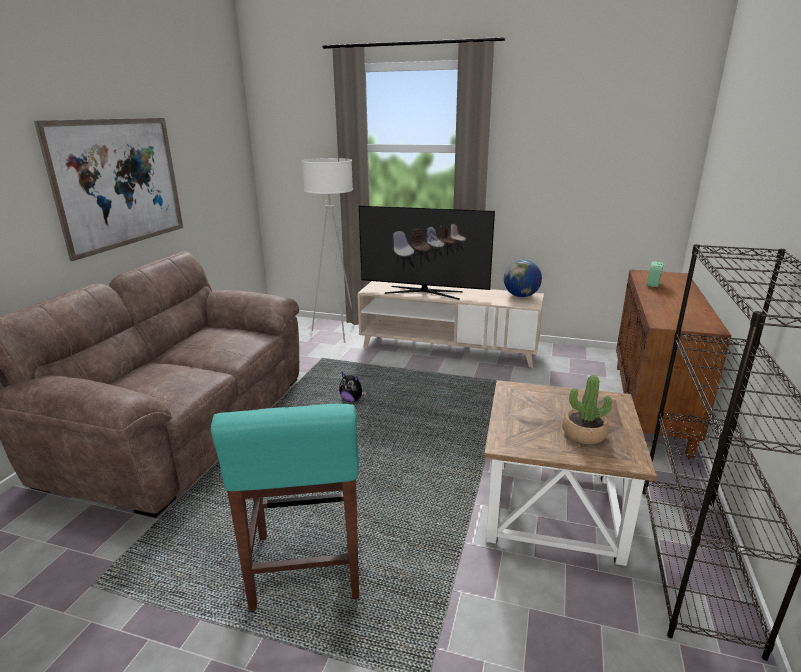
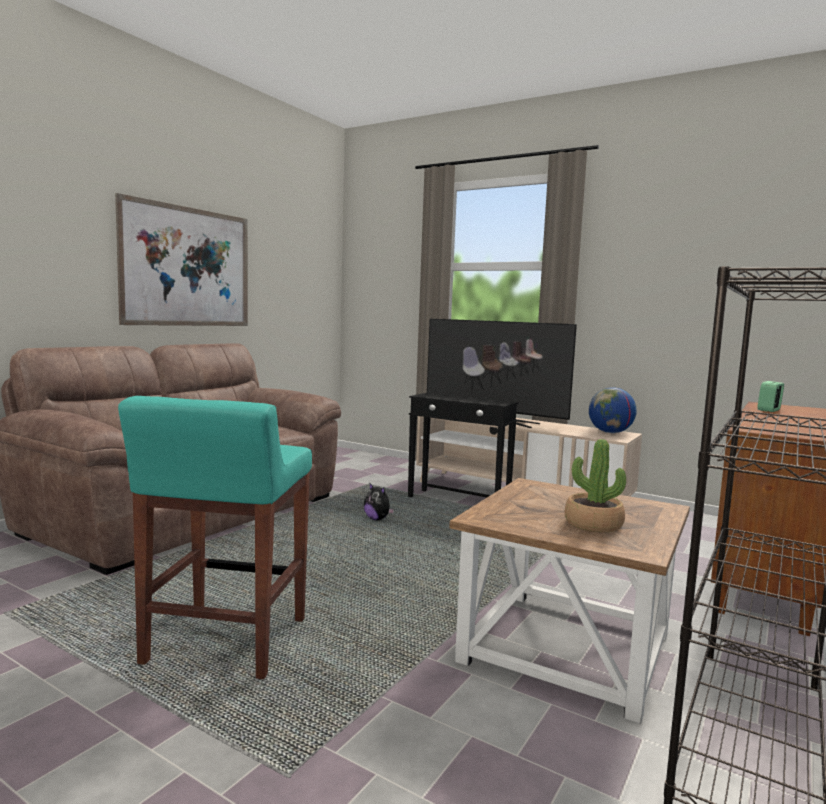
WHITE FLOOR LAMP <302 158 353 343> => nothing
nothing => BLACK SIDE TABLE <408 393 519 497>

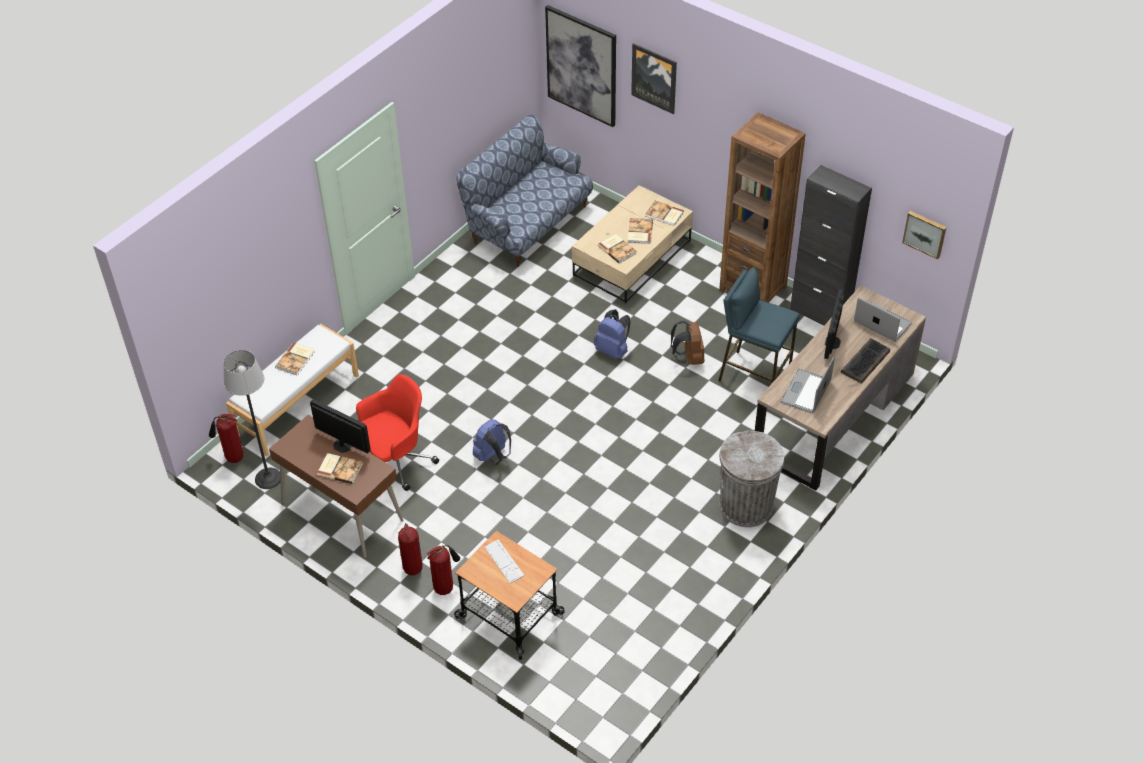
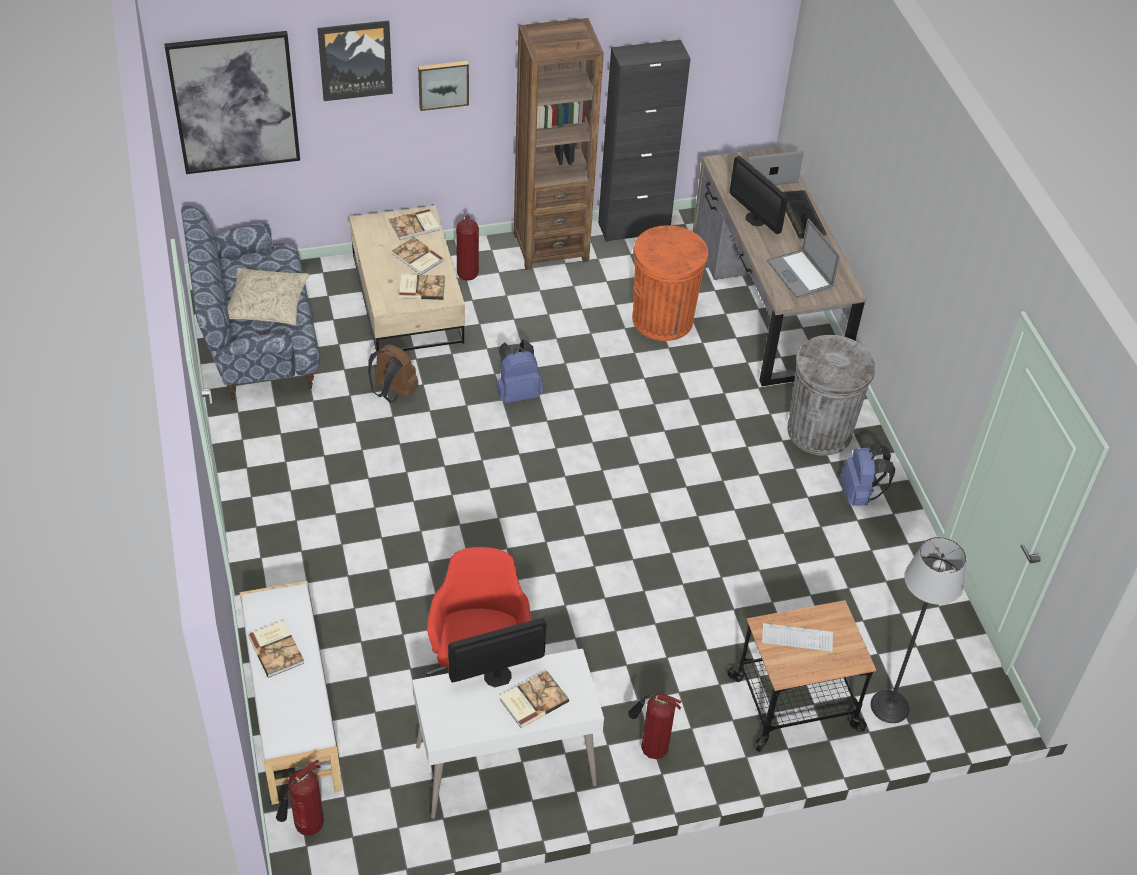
nothing => BEIGE PILLOW <227 268 310 325>
FLOOR LAMP <223 350 281 489> => FLOOR LAMP <870 537 967 723>, shifted
FIRE EXTINGUISHER <427 545 460 595> => FIRE EXTINGUISHER <456 214 479 281>, shifted
BLUE BACKPACK <473 419 511 465> => BLUE BACKPACK <840 444 895 506>, shifted
BROWN BACKPACK <671 321 704 365> => BROWN BACKPACK <368 344 419 403>, shifted
PICTURE <902 211 946 259> => PICTURE <418 61 469 111>, shifted
BLUE STOOL <718 267 800 383> => ORANGE TRASH CAN <632 225 708 341>
BROWN DESK <269 414 404 558> => WHITE DESK <412 648 604 819>

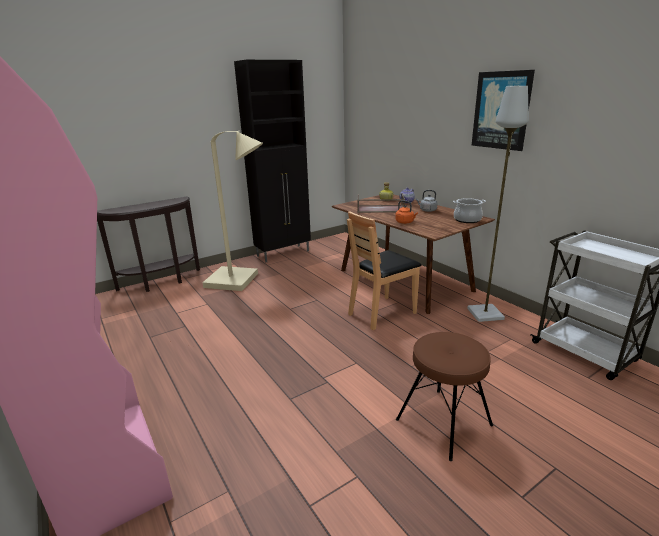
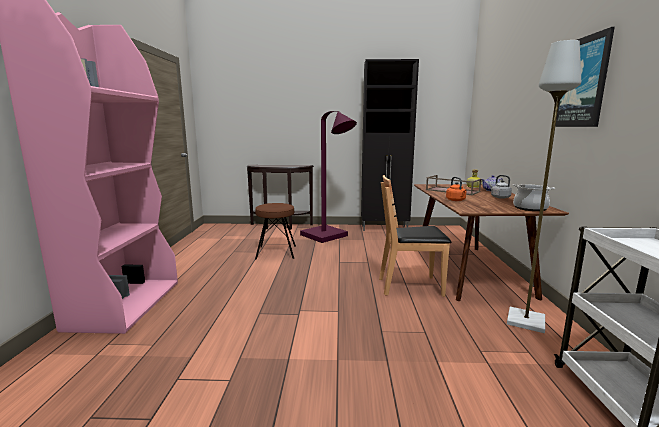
BROWN STOOL <396 332 493 461> => BROWN STOOL <255 203 296 259>, shifted
BEIGE FLOOR LAMP <202 131 263 291> => PURPLE FLOOR LAMP <300 111 357 243>

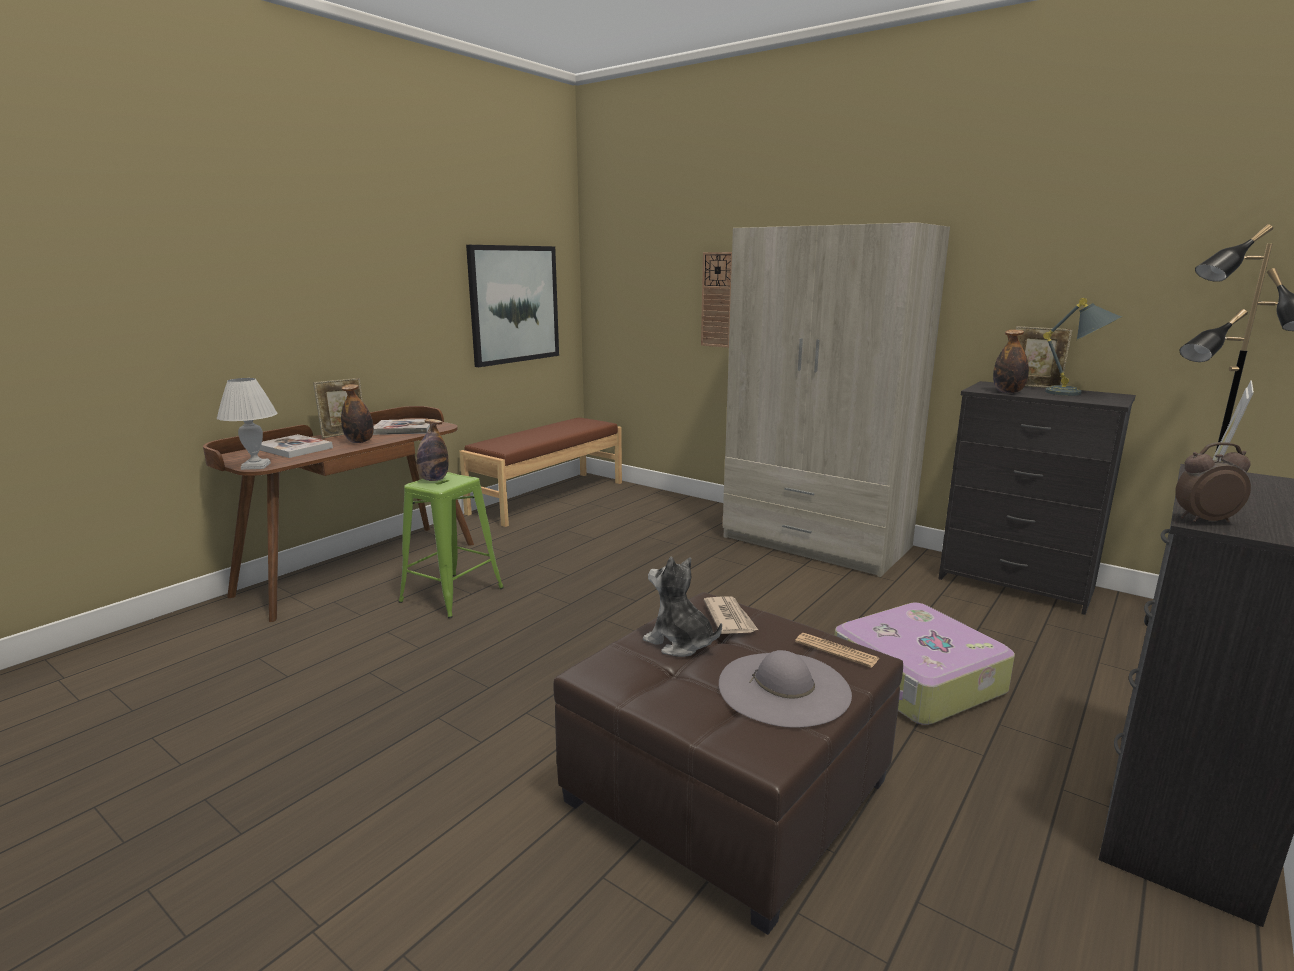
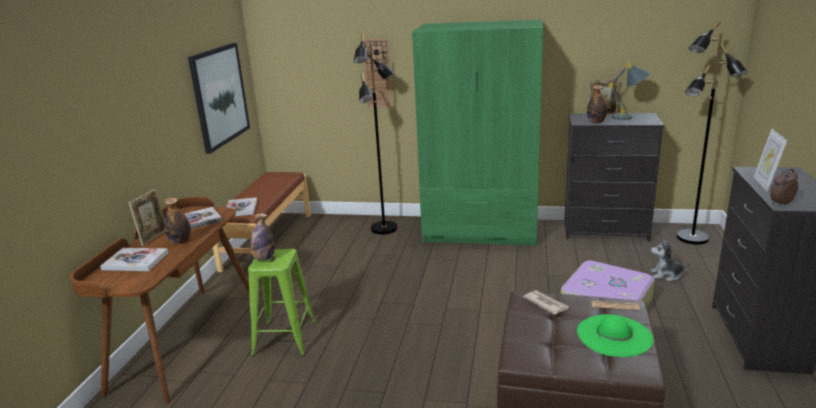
WHITE TABLE LAMP <217 378 277 470> => nothing
nothing => BOOK <226 197 257 216>
nothing => BLACK FLOOR LAMP <354 33 398 234>
PLUSH TOY <643 557 722 657> => PLUSH TOY <651 240 690 281>, shifted
GREY HAT <719 650 852 728> => GREEN HAT <577 314 654 357>
BEIGE WARDROBE <723 222 950 577> => GREEN WARDROBE <412 20 543 246>

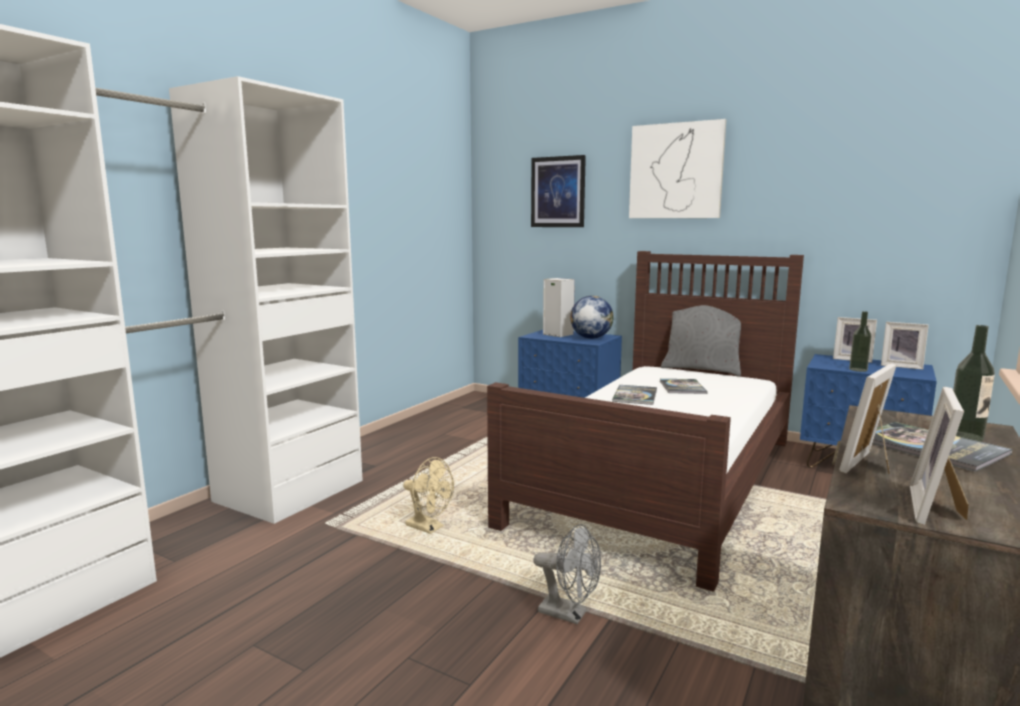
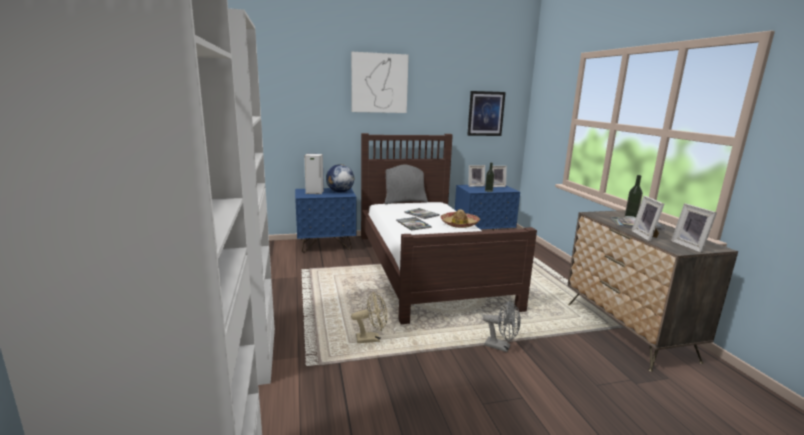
nothing => HAT <441 209 480 228>
PICTURE <531 155 586 227> => PICTURE <467 91 506 136>, shifted
GREY FAN <533 524 601 624> => GREY FAN <483 300 521 352>, 45 degrees clockwise

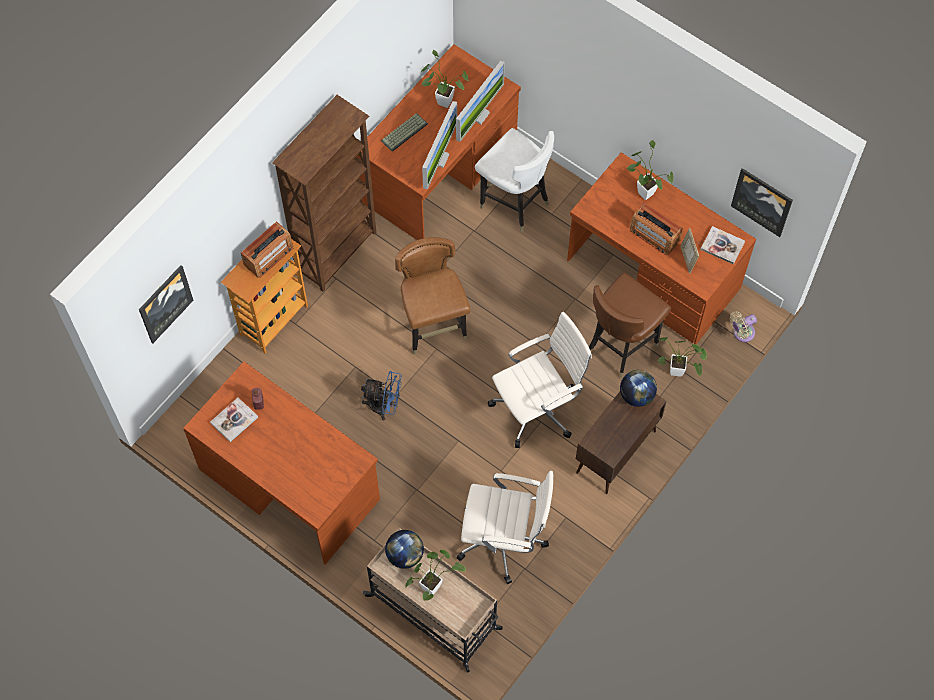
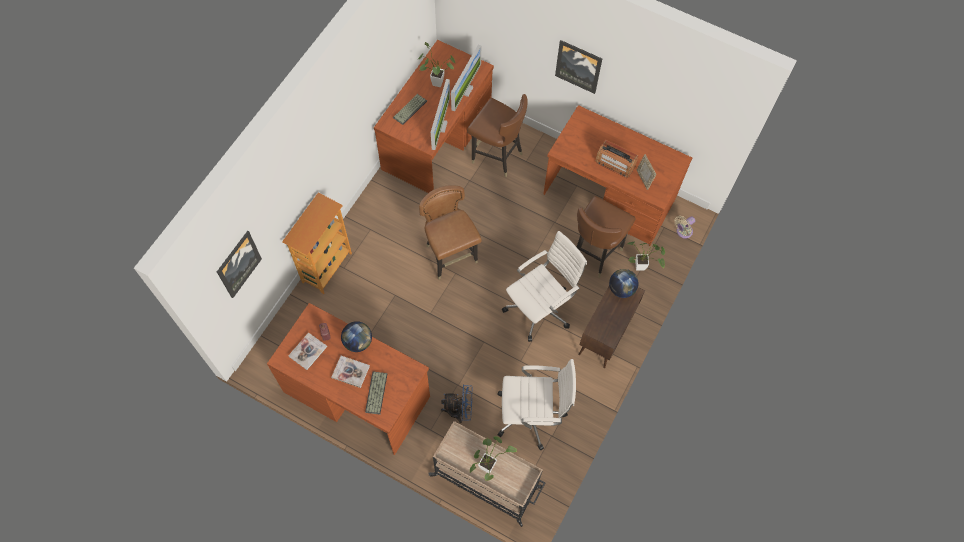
RADIO <241 221 293 278> => nothing
BROWN BOOKCASE <272 95 377 292> => nothing
POTTED PLANT <627 140 674 200> => nothing
nothing => KEYBOARD <365 372 387 415>
BLUE FAN <361 371 402 421> => BLUE FAN <441 384 472 423>, shifted
GLOBE <385 530 424 569> => GLOBE <341 321 372 352>, shifted
BOOK <700 226 745 264> => BOOK <331 356 370 388>, shifted
PICTURE <731 168 793 237> => PICTURE <555 40 602 94>, shifted
WHITE CHAIR <475 128 554 232> => BROWN CHAIR <467 94 528 177>

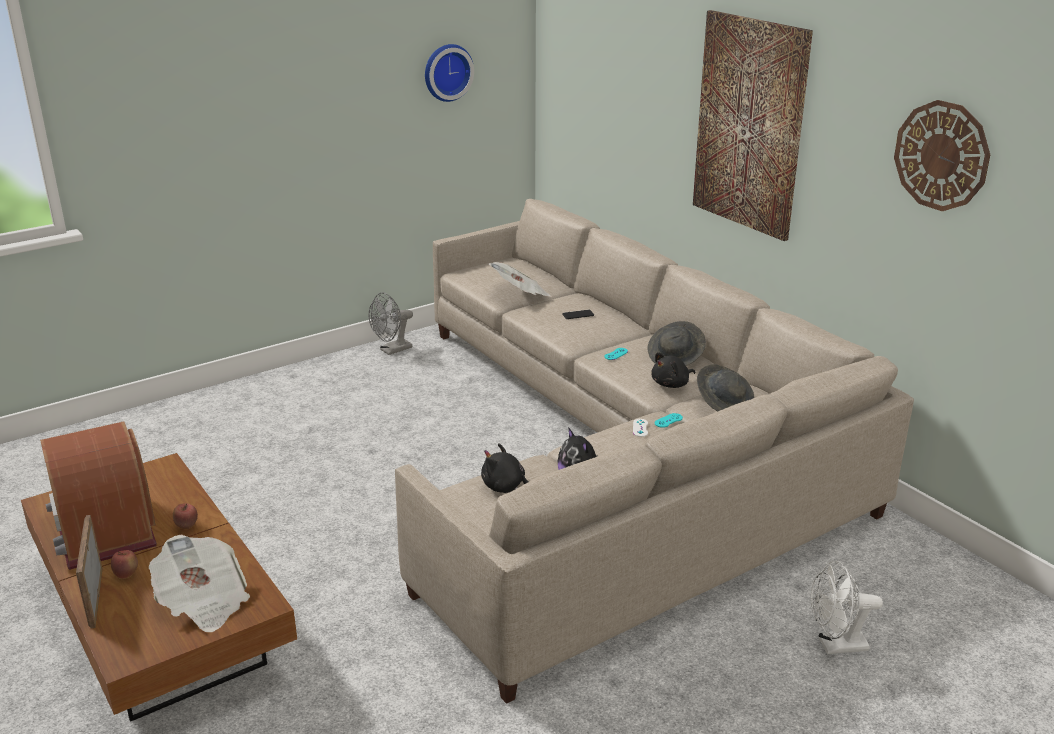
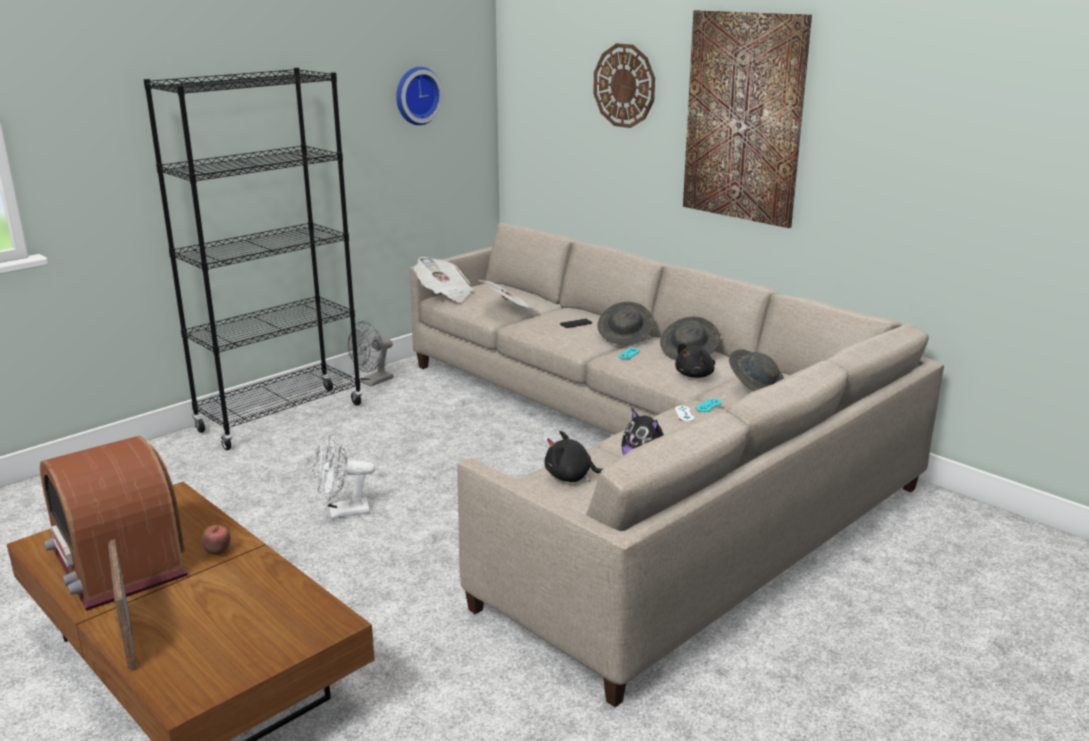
APPLE <111 550 138 579> => nothing
nothing => BLACK BOOKCASE <143 68 362 450>
nothing => GREY HAT <597 302 654 345>
NEWSPAPER <149 535 250 632> => NEWSPAPER <414 257 474 302>, shifted
WHITE FAN <811 560 883 655> => WHITE FAN <313 434 375 519>, shifted
WALL CLOCK <894 100 990 211> => WALL CLOCK <593 43 655 128>, shifted

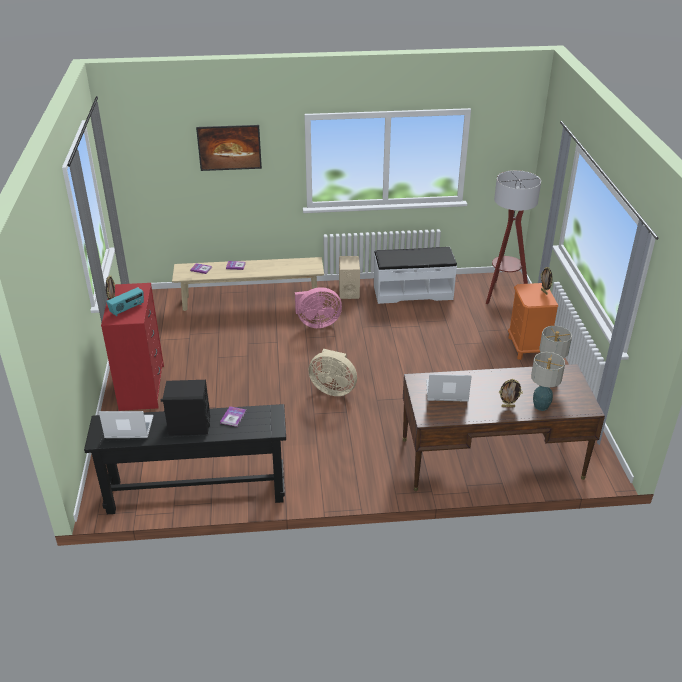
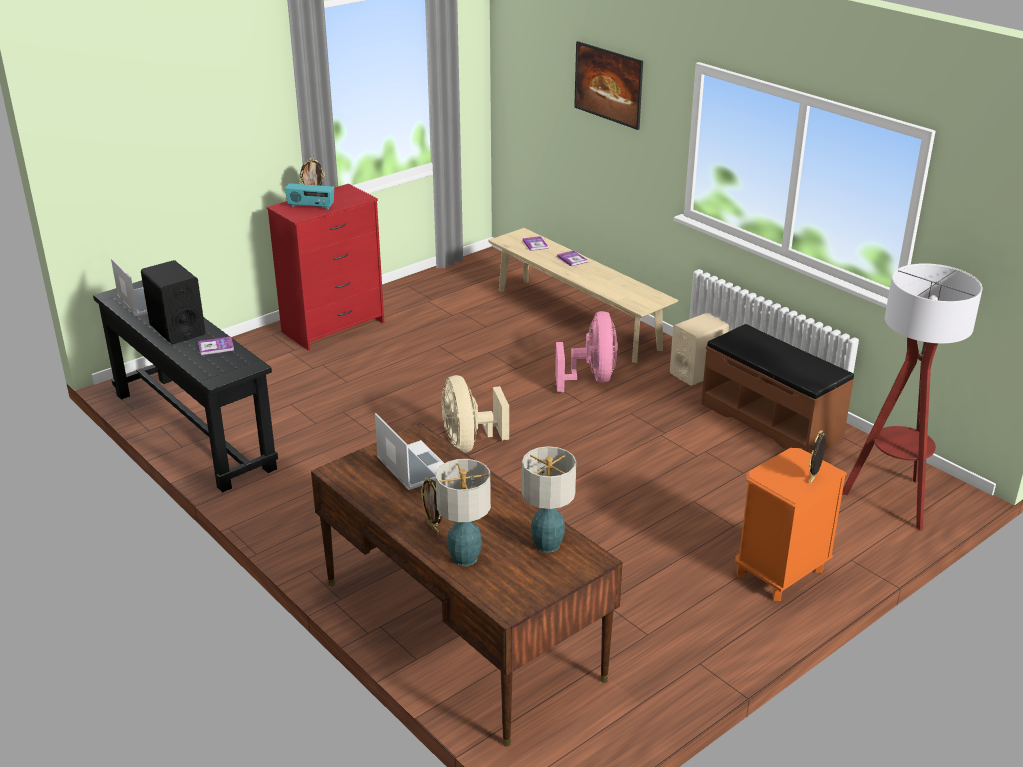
WHITE BENCH <374 247 457 304> => BROWN BENCH <701 324 854 454>
PINK FAN <295 287 342 328> => PINK FAN <555 311 618 392>, 135 degrees counterclockwise

